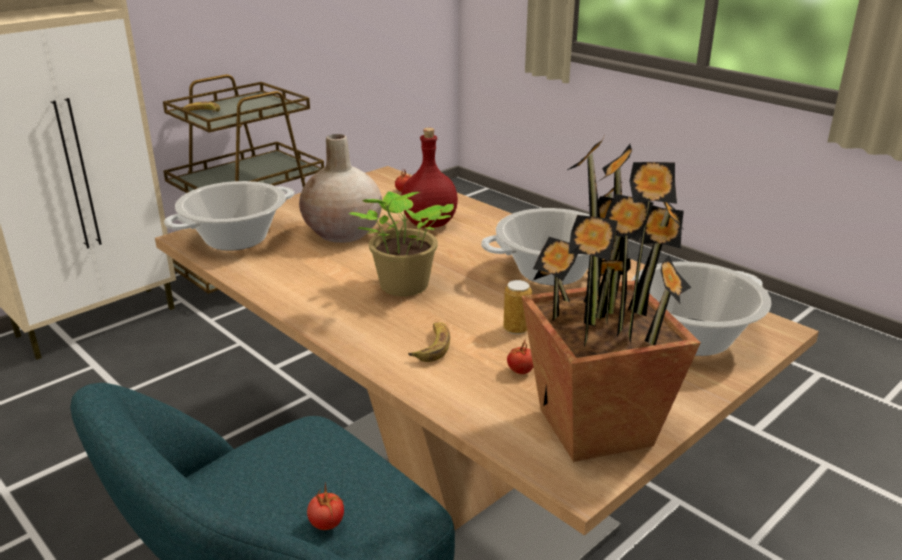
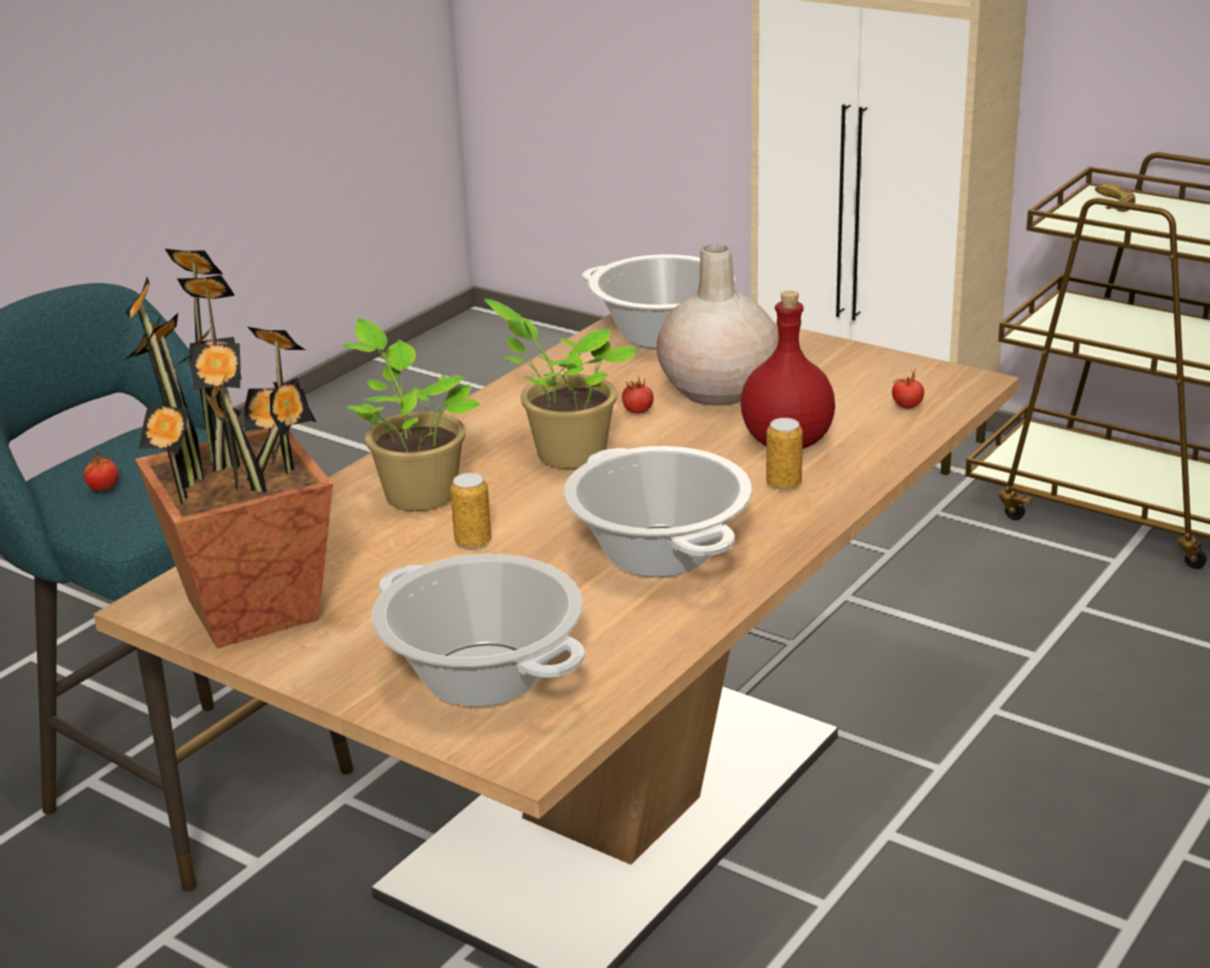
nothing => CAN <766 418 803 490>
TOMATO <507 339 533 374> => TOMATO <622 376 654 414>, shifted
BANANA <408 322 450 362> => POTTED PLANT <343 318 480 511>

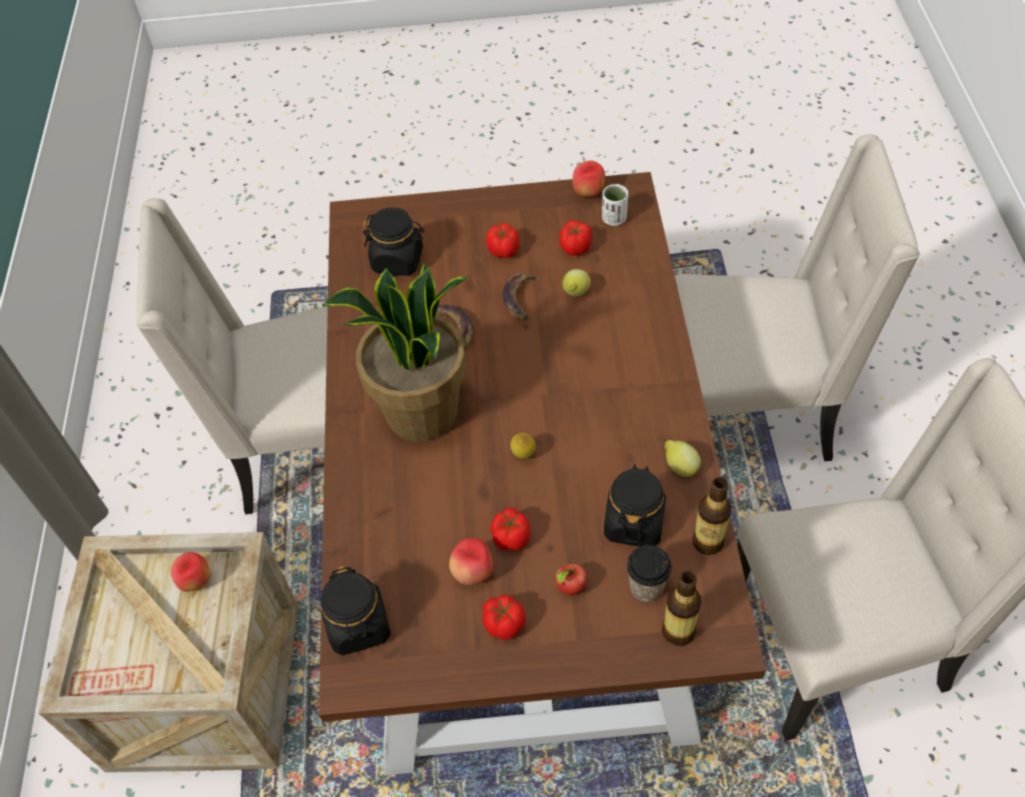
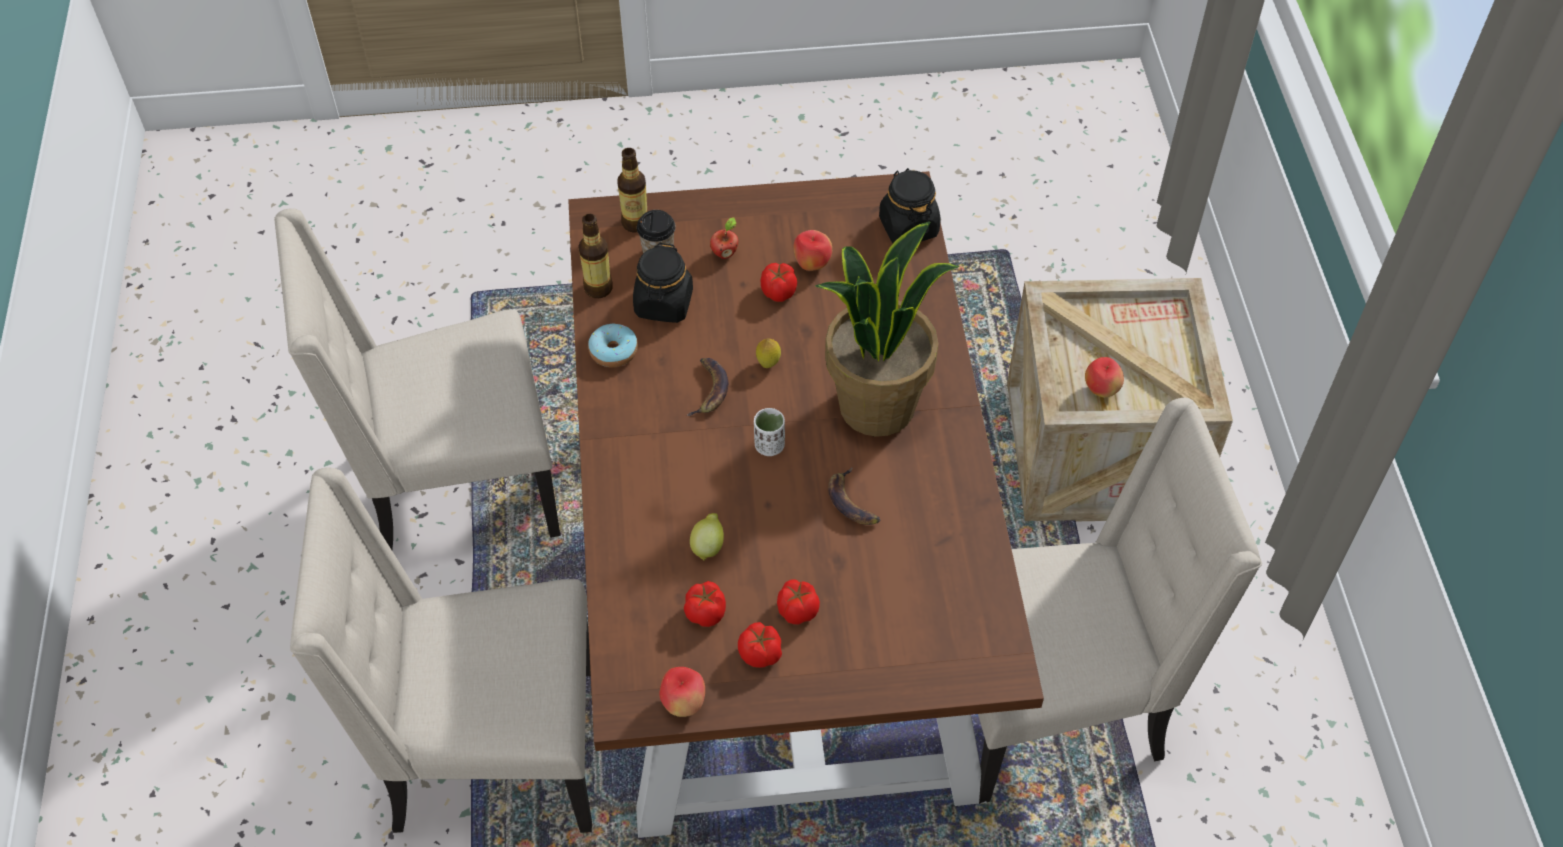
BLACK JAR <363 207 425 276> => nothing
TOMATO <482 595 526 640> => TOMATO <738 622 782 668>, shifted
BANANA <503 273 539 320> => BANANA <687 358 728 416>, shifted
WHITE CUP <602 184 628 226> => WHITE CUP <754 408 785 456>, shifted
LEMON <665 440 701 477> => DONUT <588 324 638 368>

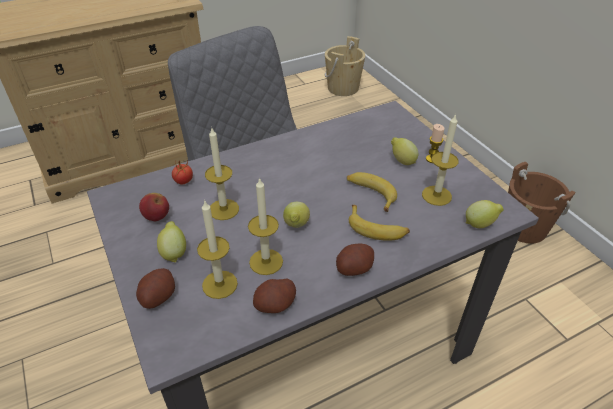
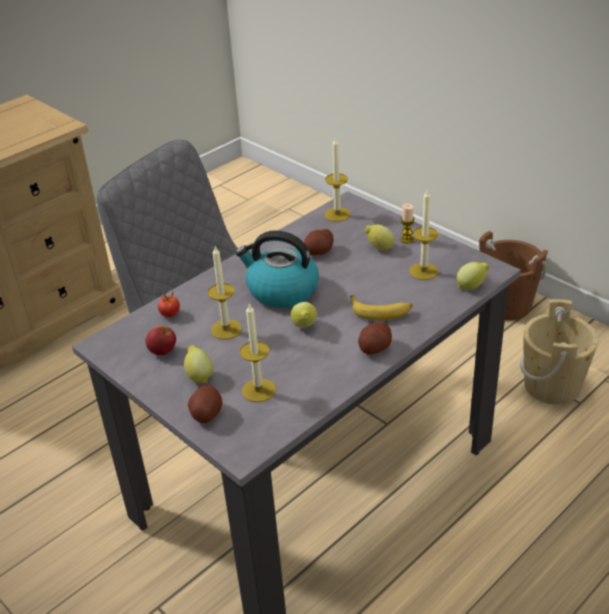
BANANA <347 172 397 212> => nothing
nothing => KETTLE <235 230 319 308>
CANDLE <248 177 283 275> => CANDLE <324 138 351 222>, shifted
POTATO <253 278 296 313> => POTATO <304 229 333 255>, shifted
BEIGE BUCKET <325 36 365 96> => BEIGE BUCKET <520 299 599 404>, shifted

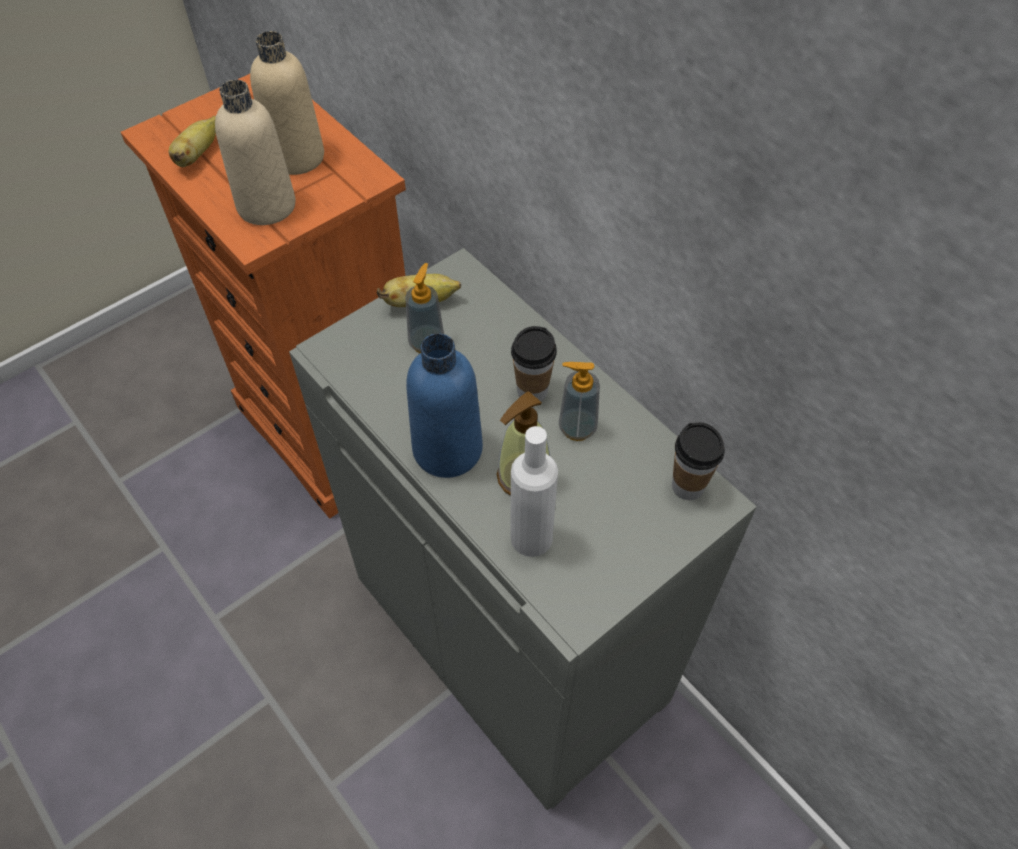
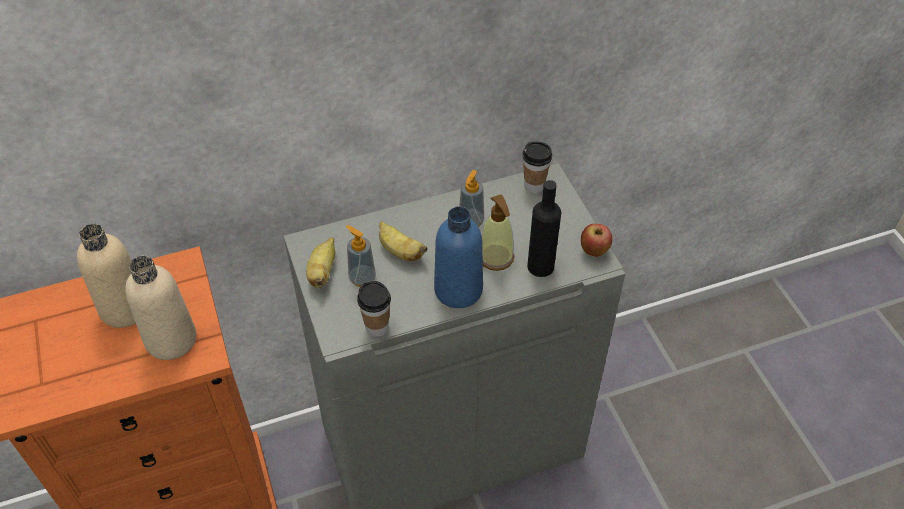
nothing => APPLE <581 224 612 257>
BANANA <169 116 216 167> => BANANA <379 221 428 261>, shifted
CUP <511 326 557 401> => CUP <357 281 391 337>, shifted
WHITE BOTTLE <511 426 558 557> => BLACK BOTTLE <527 180 561 277>

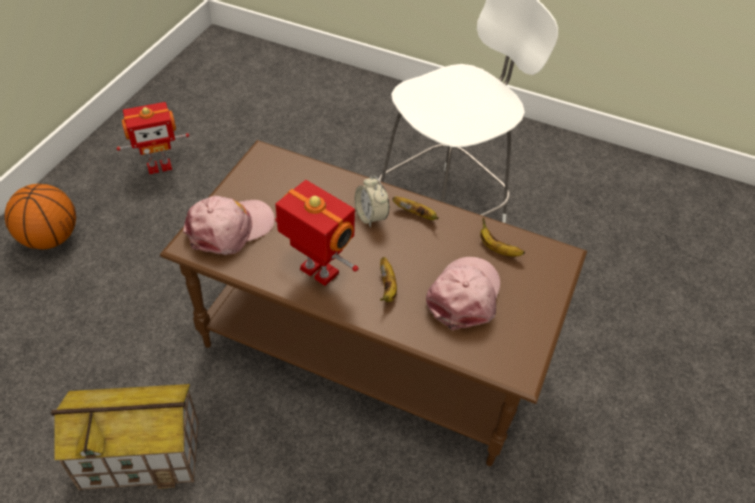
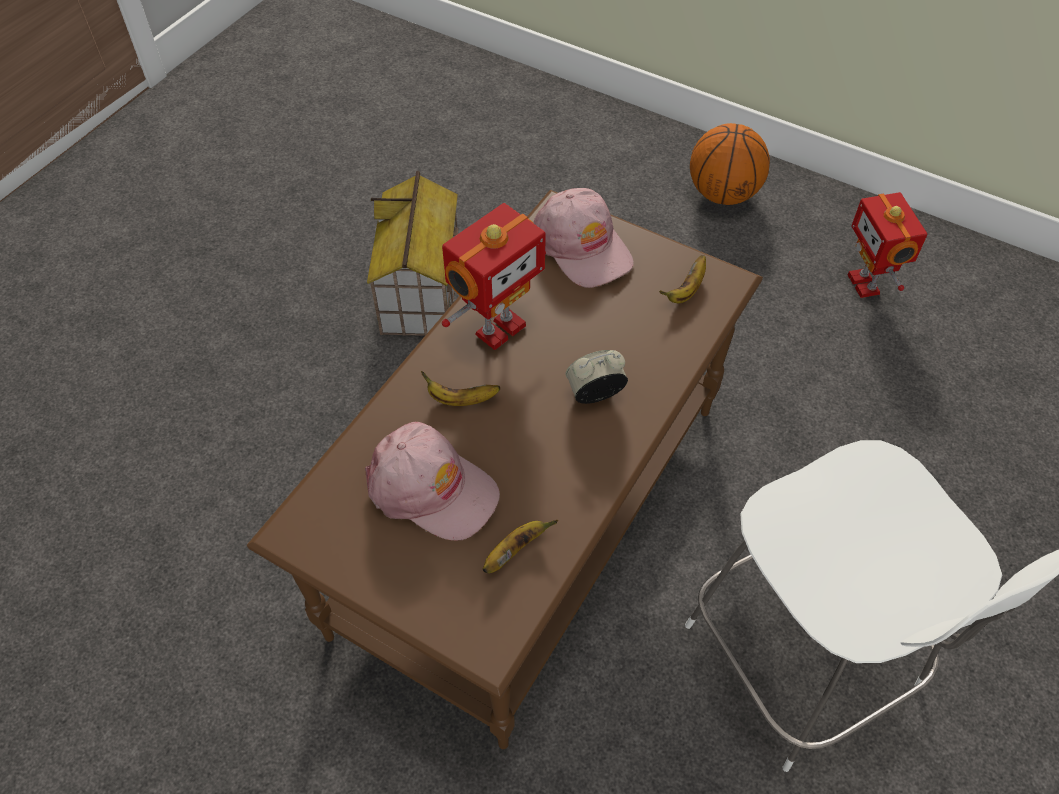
BANANA <392 196 439 220> => BANANA <659 255 706 303>, shifted

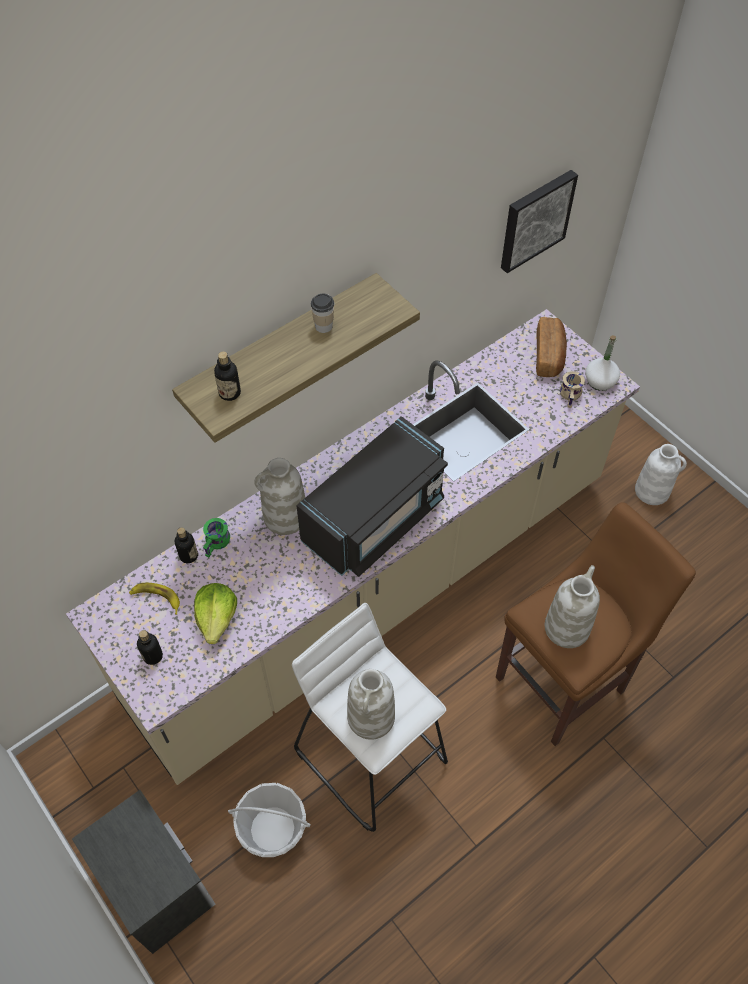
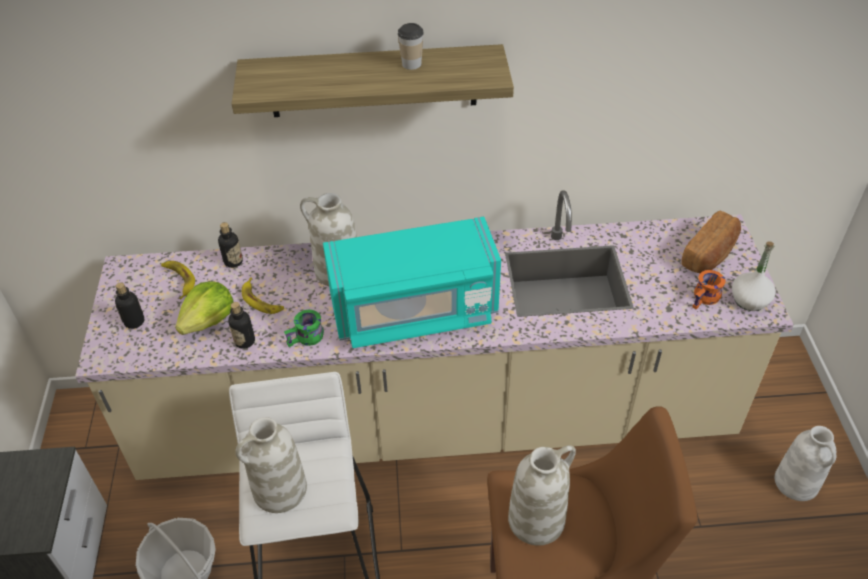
PICTURE <501 170 578 273> => nothing
nothing => BANANA <242 277 284 314>
GREEN MUG <203 518 230 557> => GREEN MUG <284 310 324 347>, shifted
BOTTLE <214 352 241 401> => BOTTLE <228 302 255 349>, shifted
BLACK MICROWAVE <296 416 448 577> => TURQUOISE MICROWAVE <323 217 501 348>
BEIGE MUG <560 371 585 408> => ORANGE MUG <692 270 726 309>

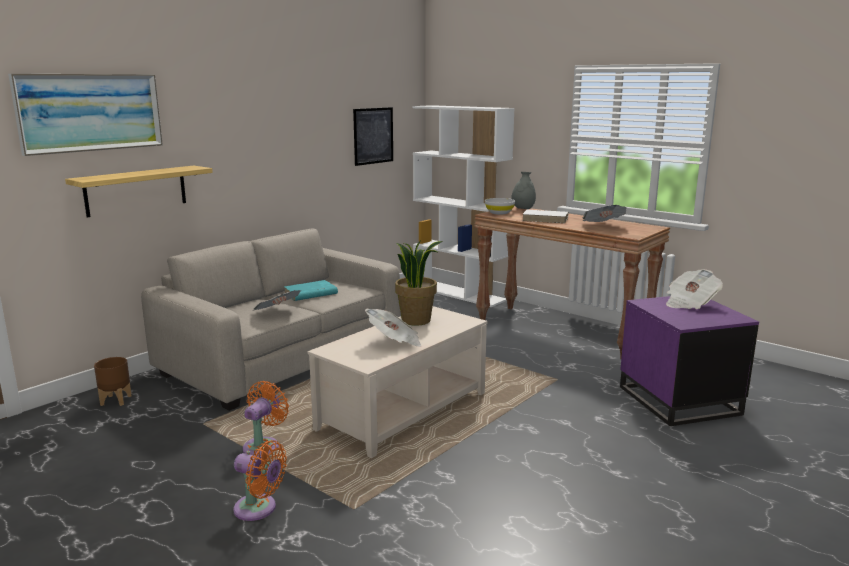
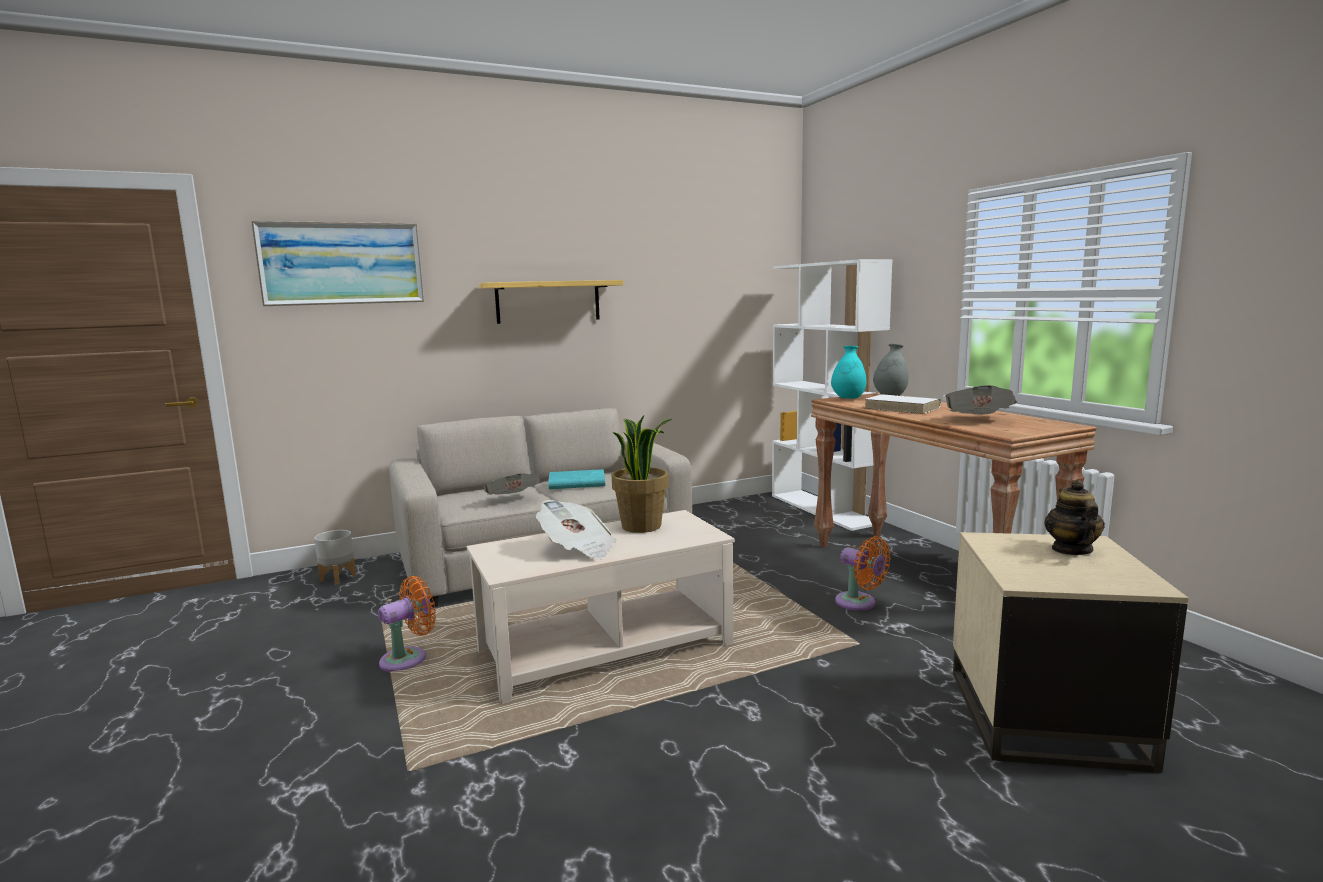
PICTURE <353 107 393 166> => nothing
SHELF <65 166 213 217> => SHELF <479 280 623 324>, shifted
ORANGE FAN <233 440 287 521> => ORANGE FAN <835 536 891 611>, shifted
WHITE BOWL <485 198 515 215> => TURQUOISE VASE <831 346 866 399>
NEWSPAPER <666 269 723 309> => TEAPOT <1044 480 1105 555>
BROWN PLANTER <94 357 132 406> => GREY PLANTER <314 530 356 585>
PURPLE SIDE TABLE <620 296 759 426> => BEIGE SIDE TABLE <953 532 1188 773>

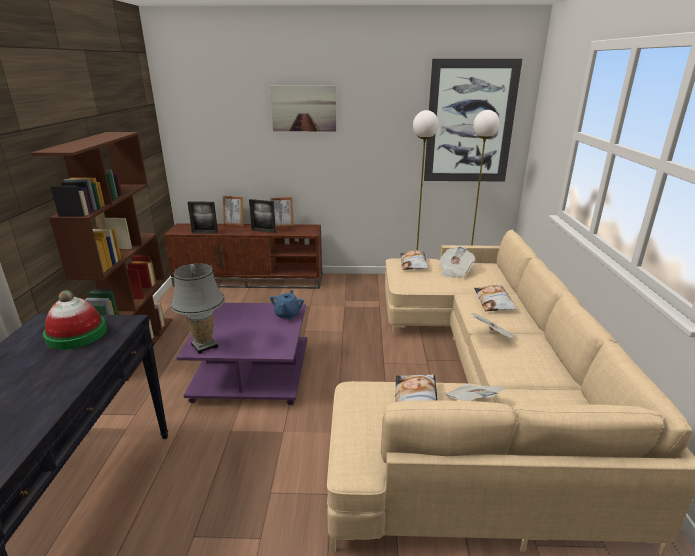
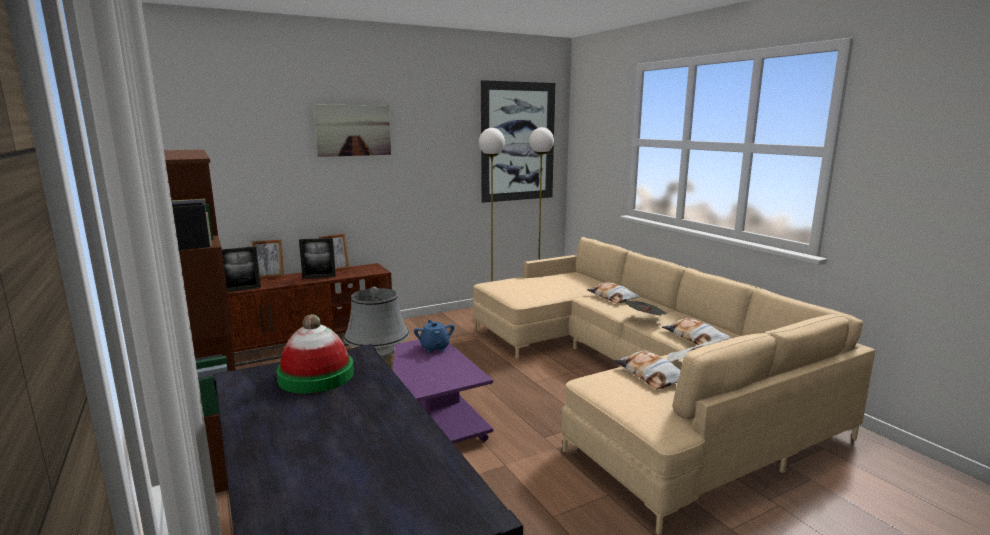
NEWSPAPER <439 246 475 277> => nothing
PILLOW <400 250 428 270> => PILLOW <662 318 732 345>, shifted

